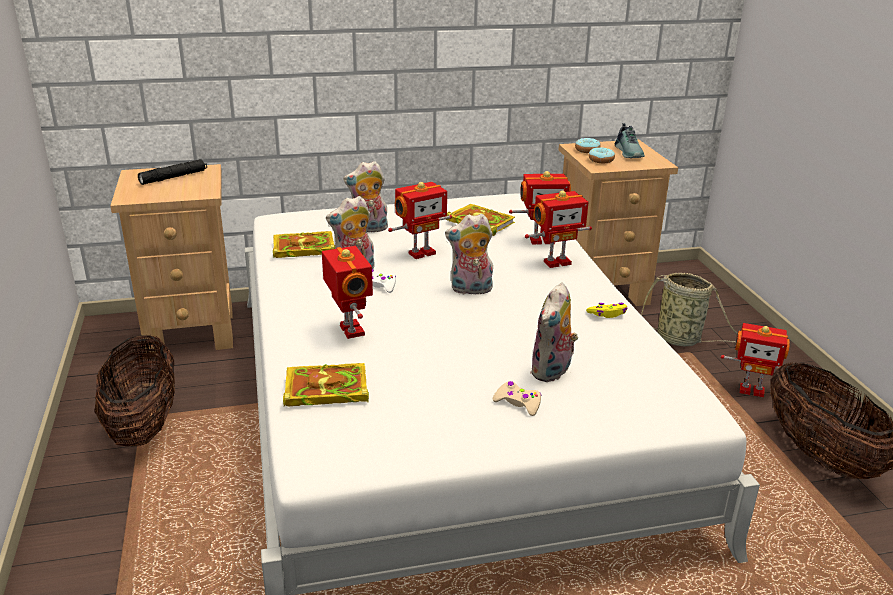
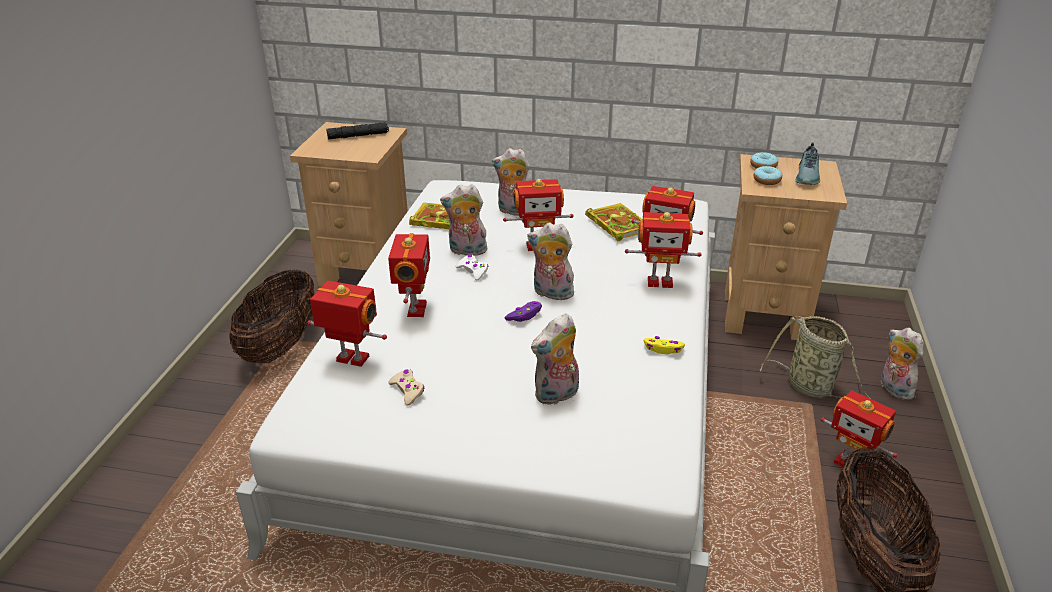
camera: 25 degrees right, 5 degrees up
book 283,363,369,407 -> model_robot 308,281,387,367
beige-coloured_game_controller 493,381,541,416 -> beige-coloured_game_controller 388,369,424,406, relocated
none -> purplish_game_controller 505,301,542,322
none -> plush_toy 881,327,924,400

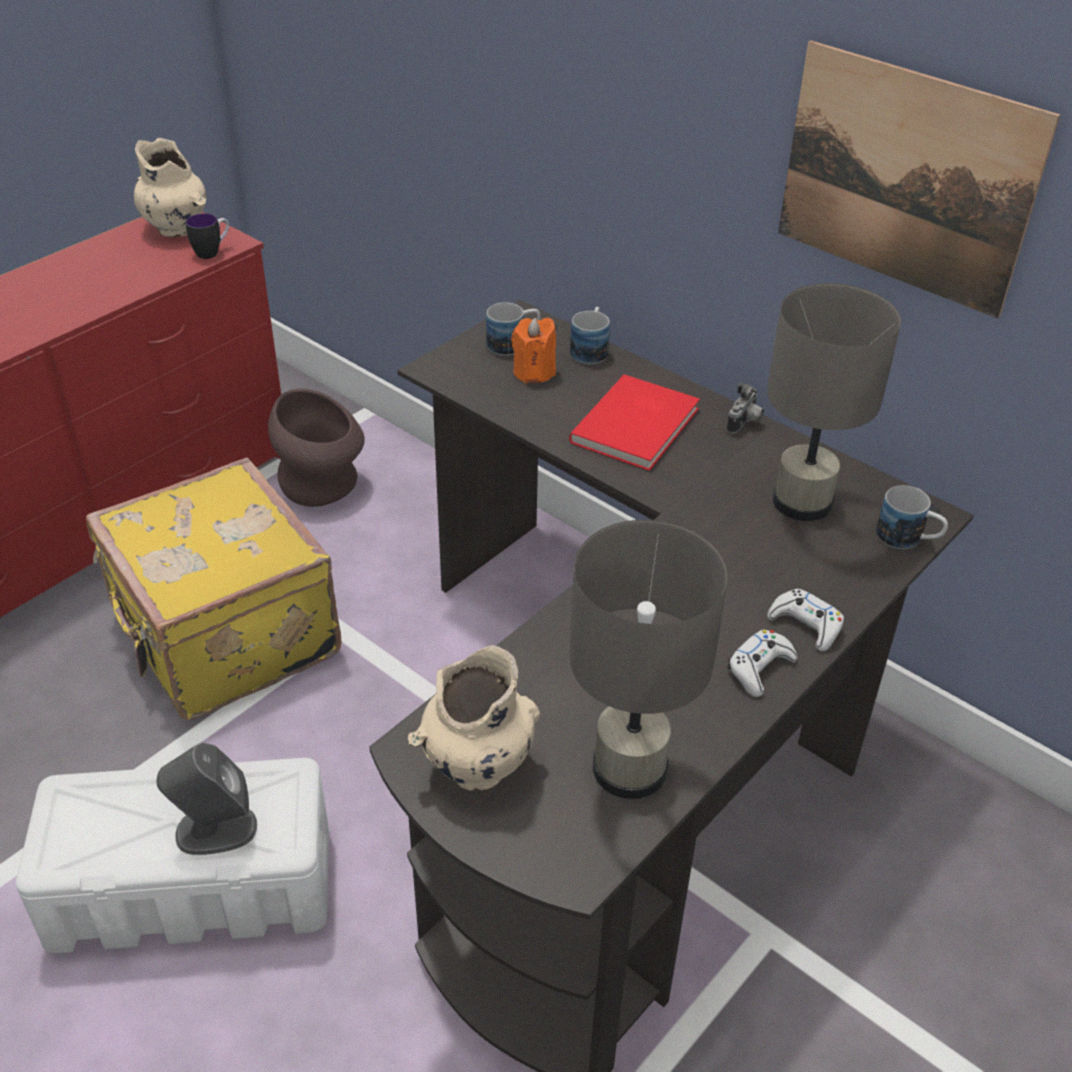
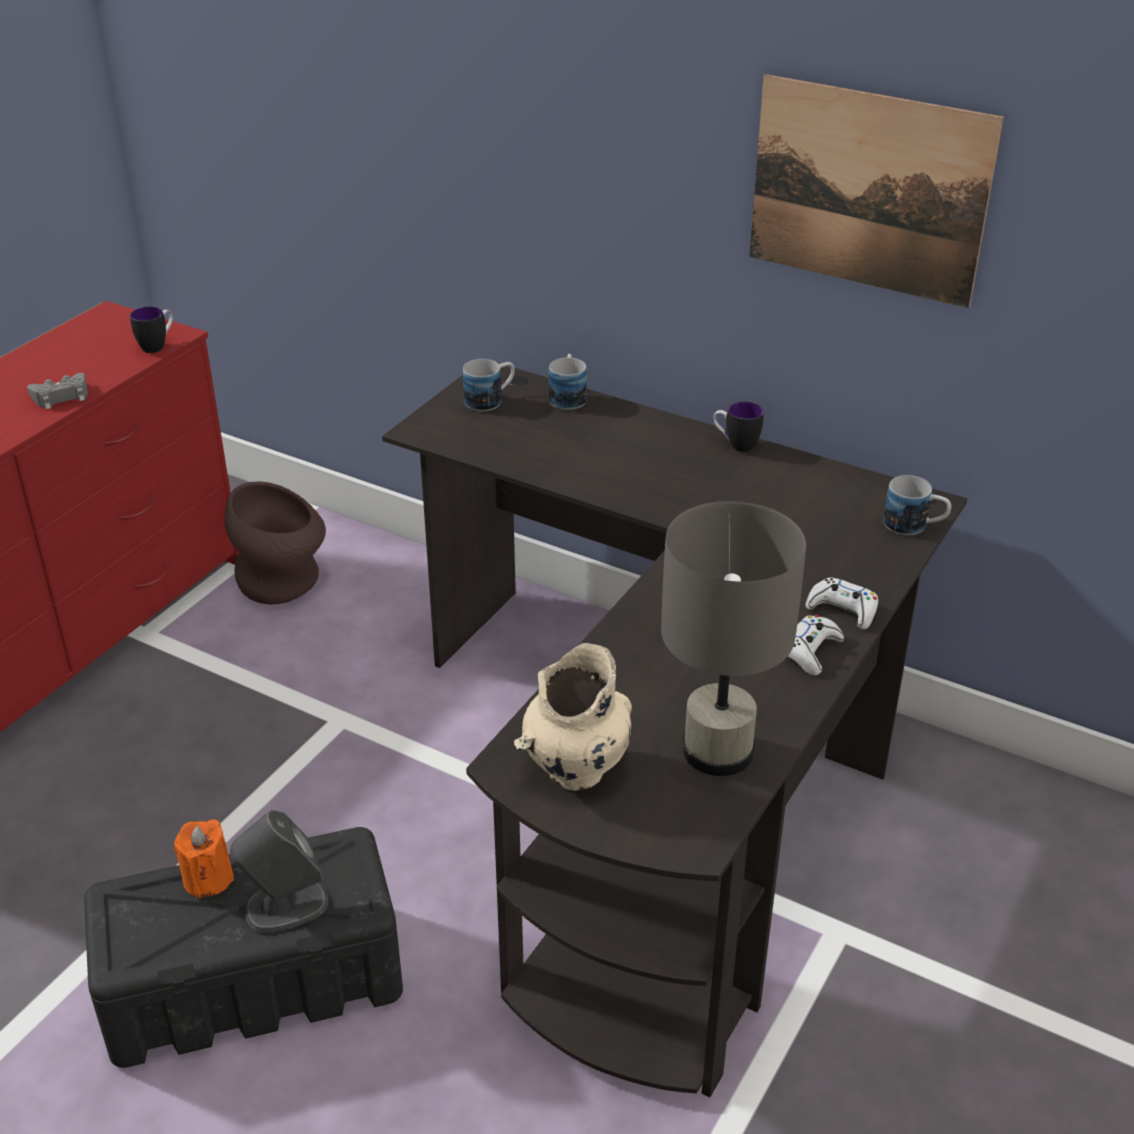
camera: 10 degrees left, 5 degrees down
white_storage_box 16,758,329,954 -> black_storage_box 84,827,403,1068
yellow_travel_case 86,457,342,720 -> none
beige-coloured_flower_vase 134,138,206,238 -> none
orangey_wax_light 511,317,556,383 -> orangey_wax_light 174,819,234,899, relocated
red-coloured_book 569,374,700,471 -> none
still_camera 727,383,764,434 -> coffee_mug 713,402,764,452
greyish_lamp_for_a_table 767,283,901,521 -> none
none -> greyish_game_controller 27,373,88,409

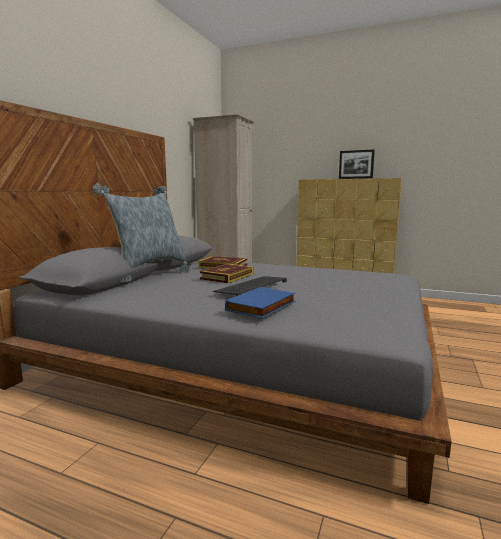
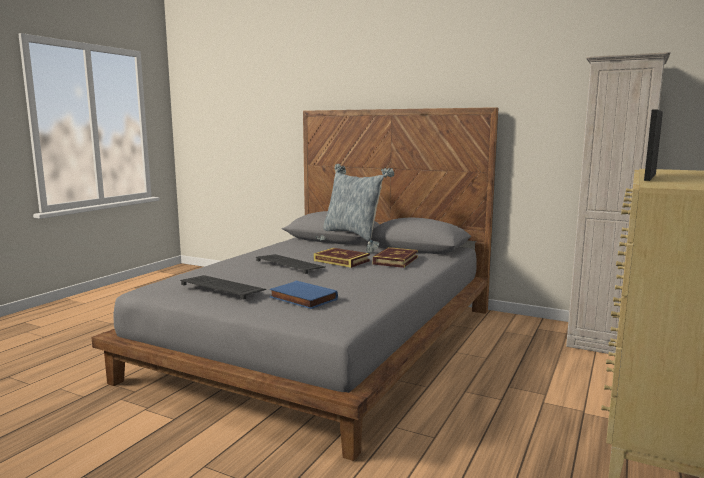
camera: 95 degrees right, 0 degrees up
bluish_book 225,287,295,318 -> bluish_book 269,281,338,309, relocated
none -> PC_keyboard 180,275,266,299

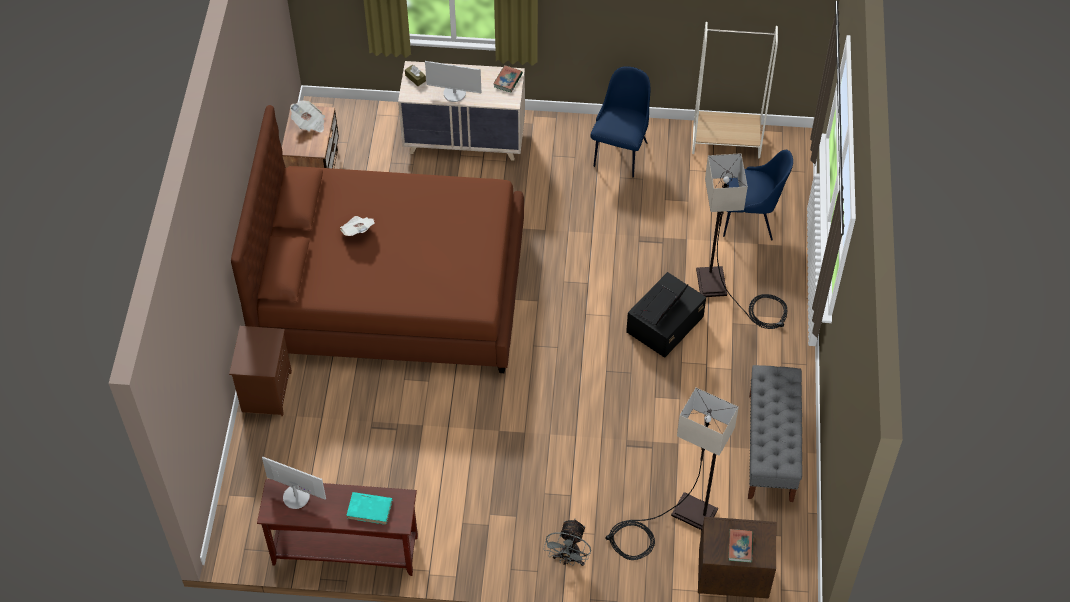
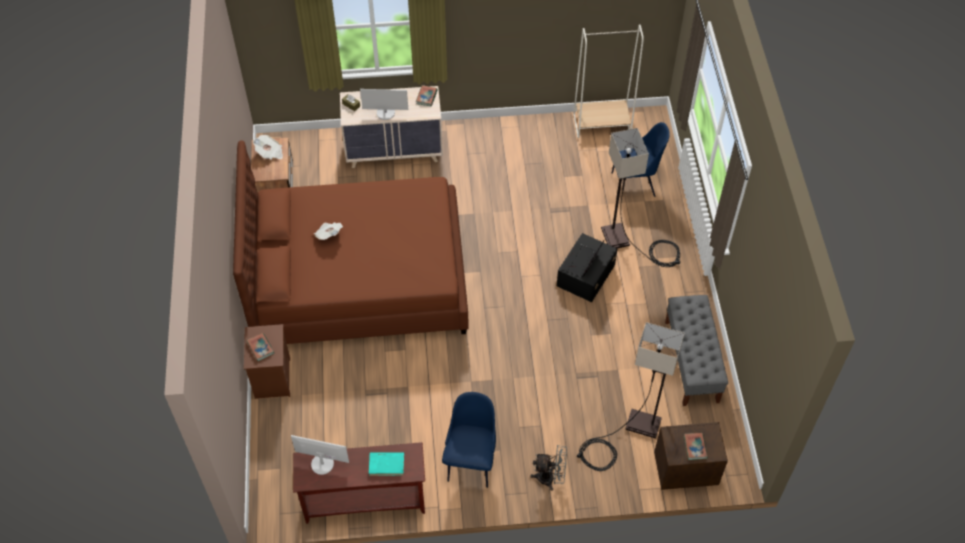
camera: 10 degrees left, 0 degrees up
greyish_cooling_fan 544,519,591,566 -> greyish_cooling_fan 530,445,567,491, 90 degrees counterclockwise
bluish_chair 590,66,650,178 -> bluish_chair 442,392,496,488, relocated
none -> book 247,333,274,361

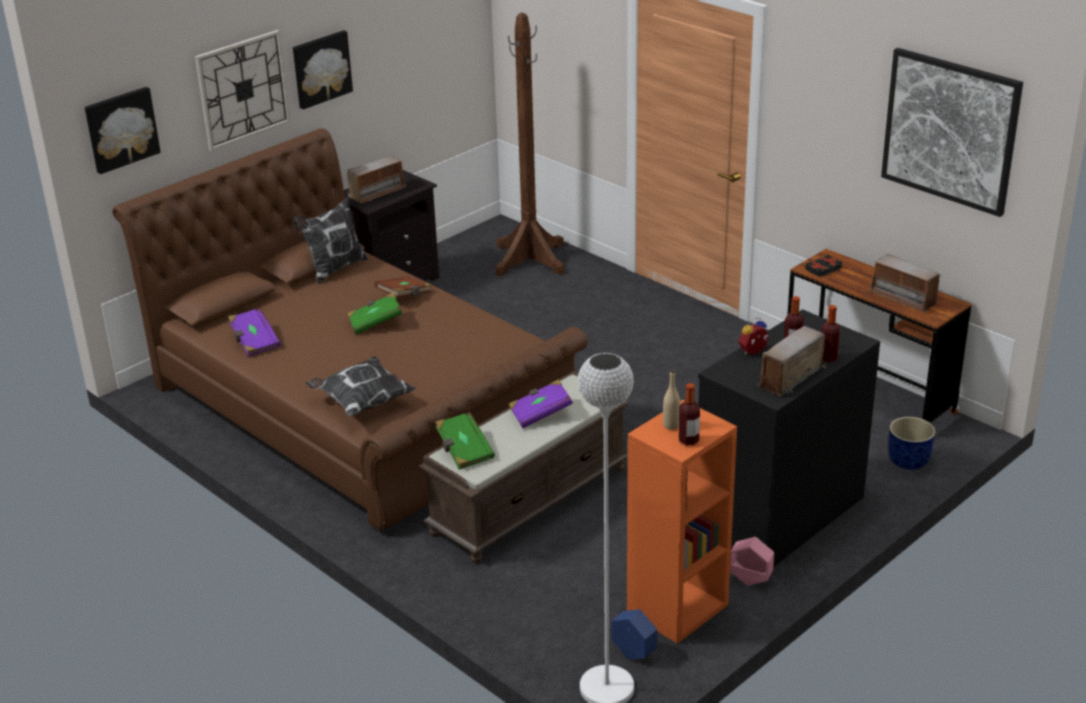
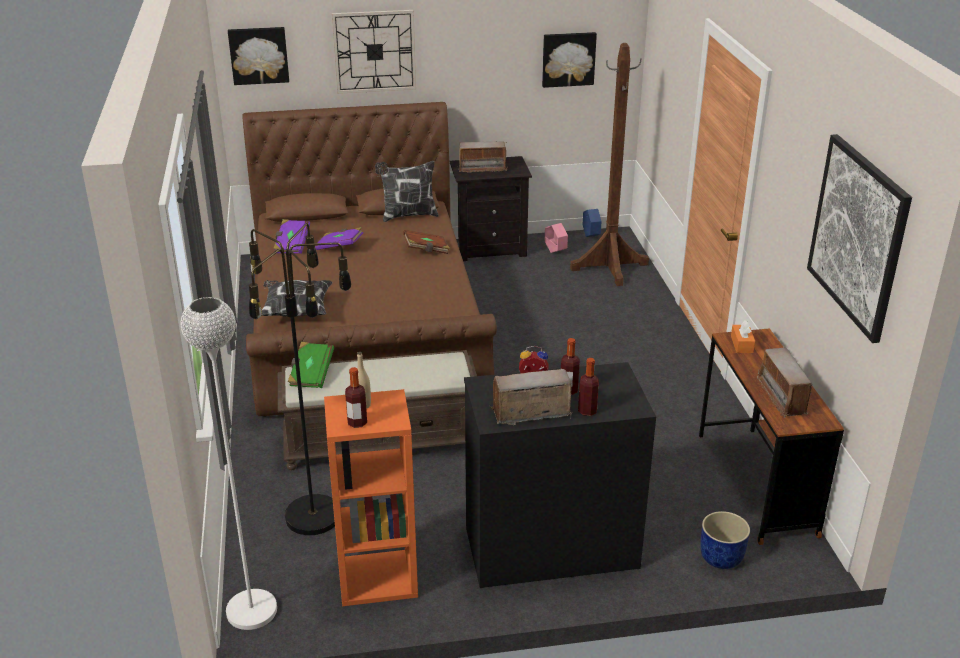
camera: 35 degrees right, 0 degrees up
wall_art 293,30,353,109 -> wall_art 542,32,597,88, relocated
greenish_book 348,292,402,334 -> none
purplish_book 508,379,573,428 -> purplish_book 315,227,363,250, relocated
bluish_flower_pot 611,609,657,659 -> bluish_flower_pot 583,209,602,237, relocated
pinkish_flower_pot 730,537,774,586 -> pinkish_flower_pot 545,223,568,253, relocated
black_book 805,255,842,277 -> orangey_tissue_holder 731,320,755,353
none -> standard_lamp 249,223,351,535

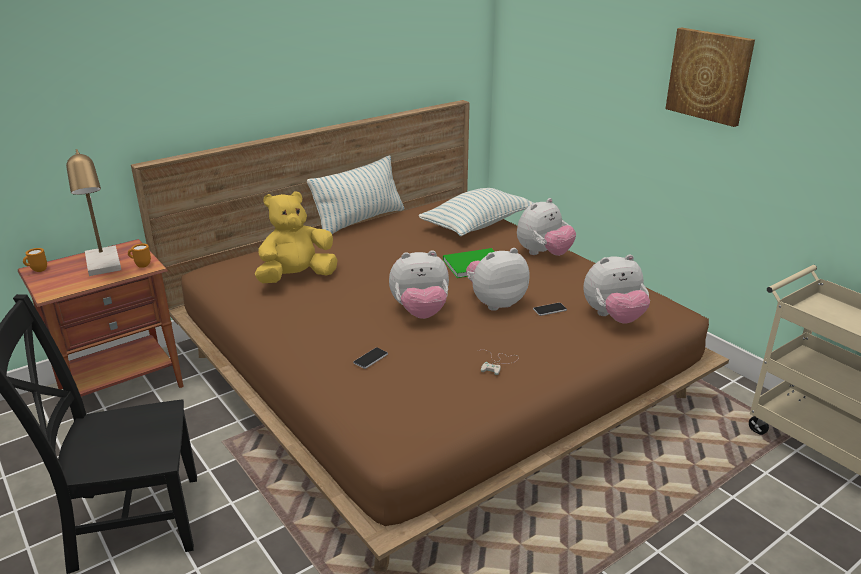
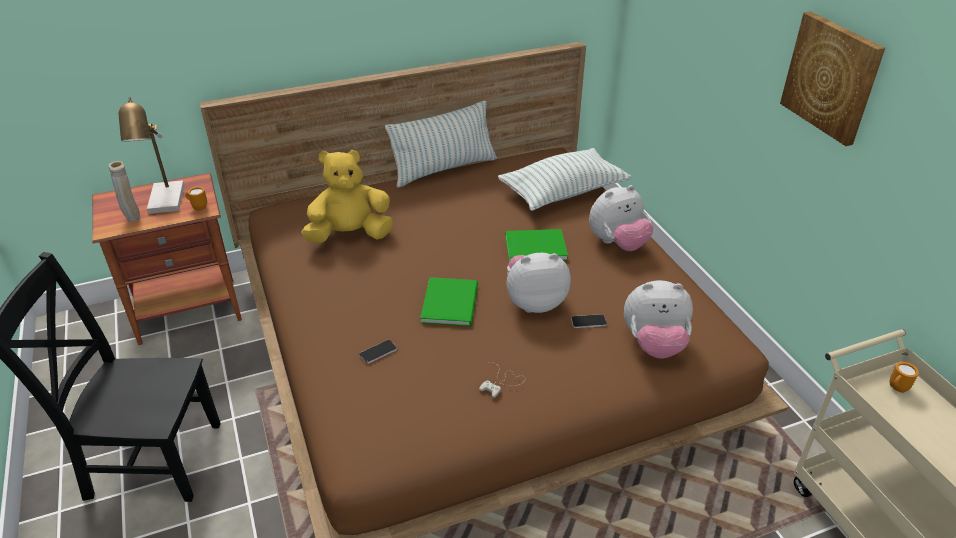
camera: 15 degrees right, 10 degrees up
orangey_coffee_mug 23,248,47,272 -> orangey_coffee_mug 889,362,919,393, relocated
plush_toy 389,250,449,319 -> greenish_book 420,277,478,326
none -> beige-coloured_flower_vase 108,161,140,222

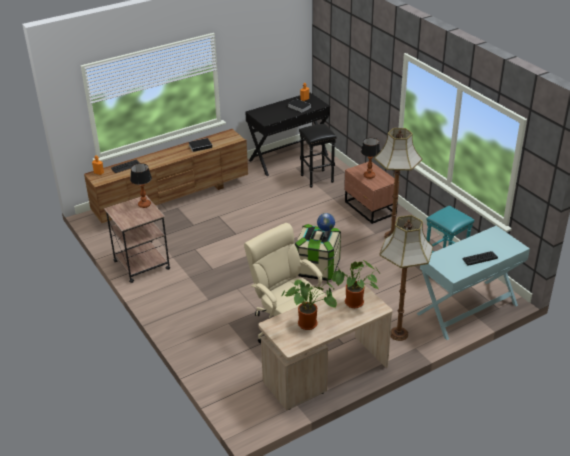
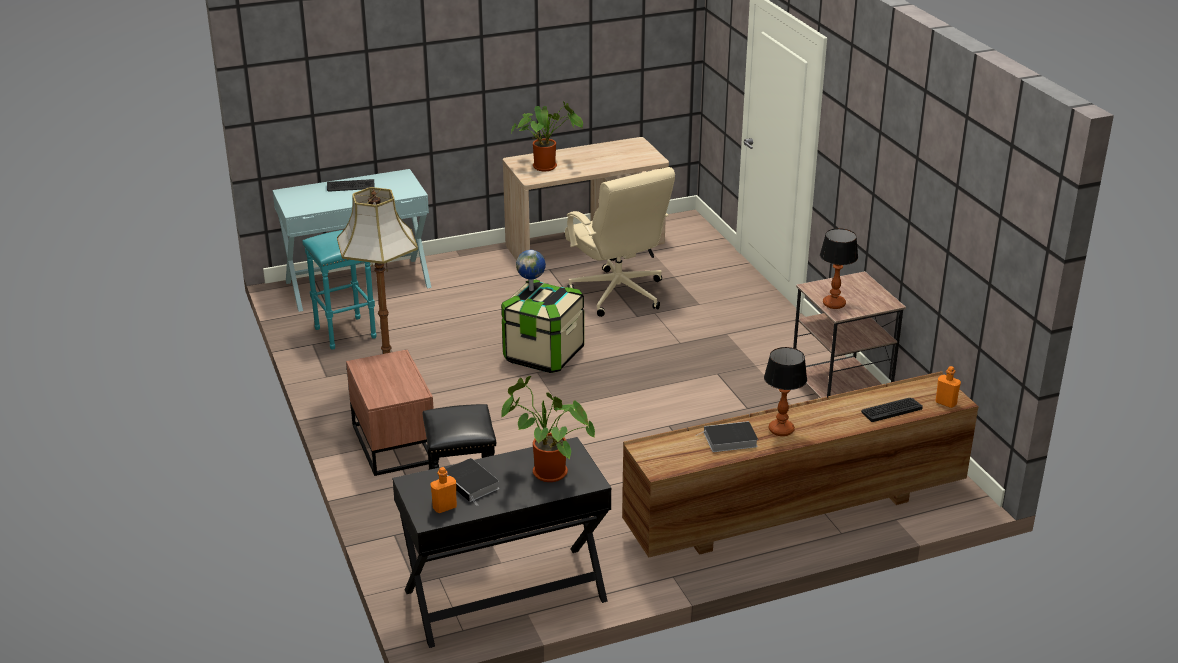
camera: 170 degrees left, 5 degrees down
potted_plant 281,280,337,330 -> potted_plant 501,376,595,482, relocated
lamp_for_a_table 361,138,380,179 -> lamp_for_a_table 764,347,807,436, relocated
standard_lamp 379,215,433,341 -> none

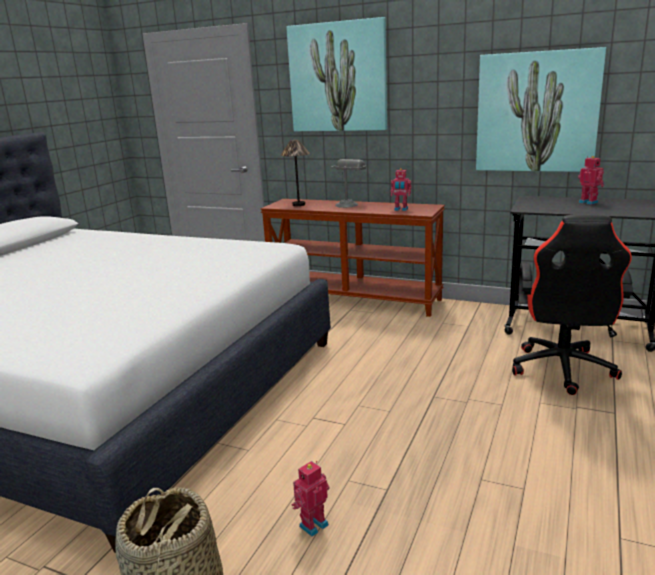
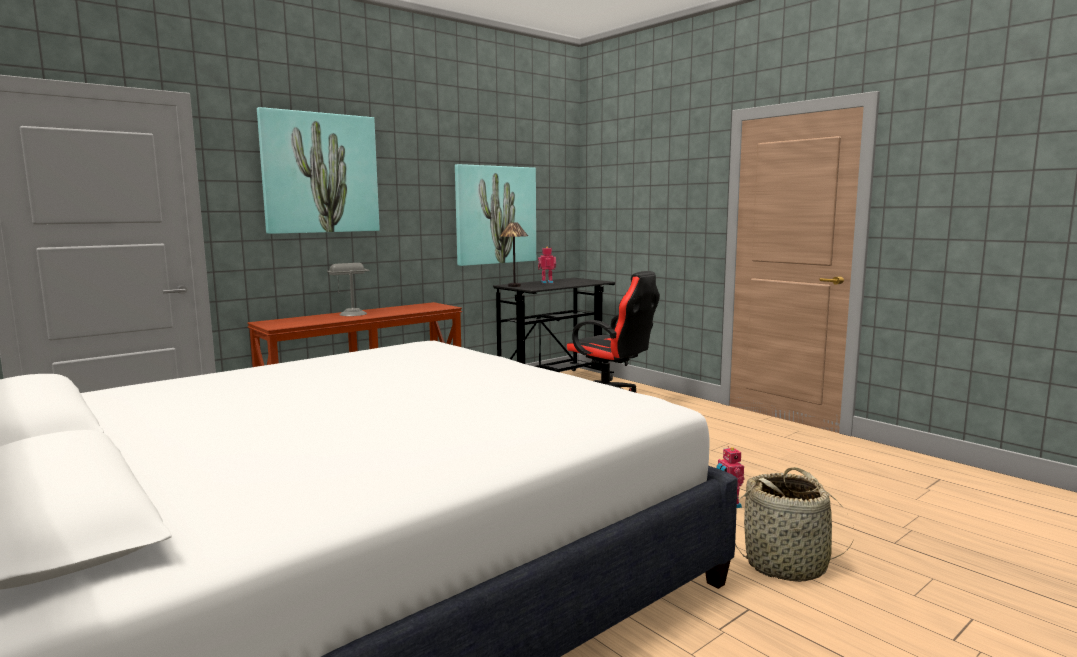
camera: 65 degrees left, 10 degrees down
lamp_for_a_table 281,140,310,206 -> lamp_for_a_table 500,222,528,287, relocated
model_robot 391,168,412,211 -> none

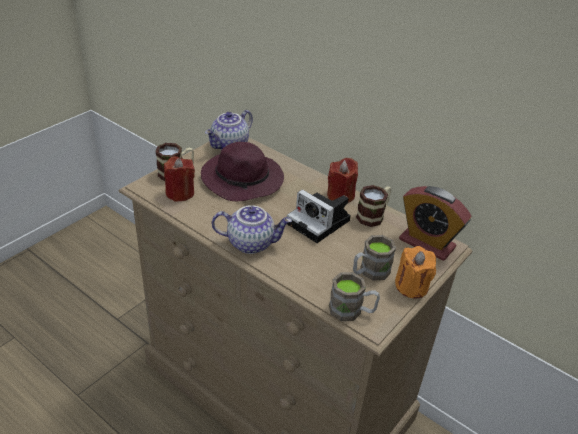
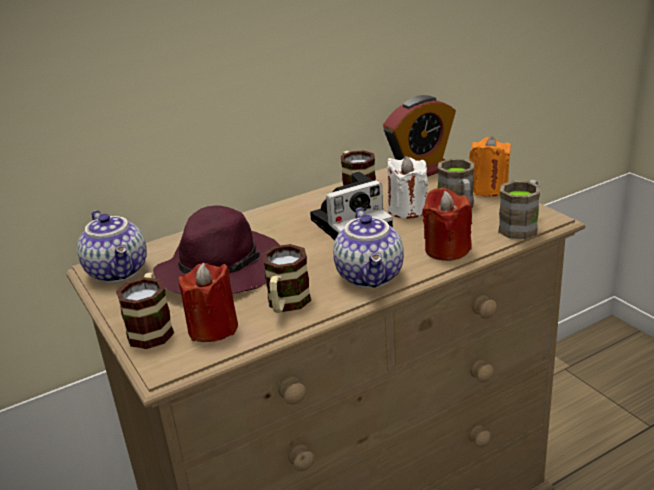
camera: 65 degrees left, 10 degrees down
teapot 212,205,292,254 -> teapot 333,208,404,288, 150 degrees clockwise
red-coloured_wax_light 327,158,358,203 -> red-coloured_wax_light 422,188,472,261, relocated
none -> coffee_mug 262,244,311,313
none -> white_wax_light 387,156,428,219

